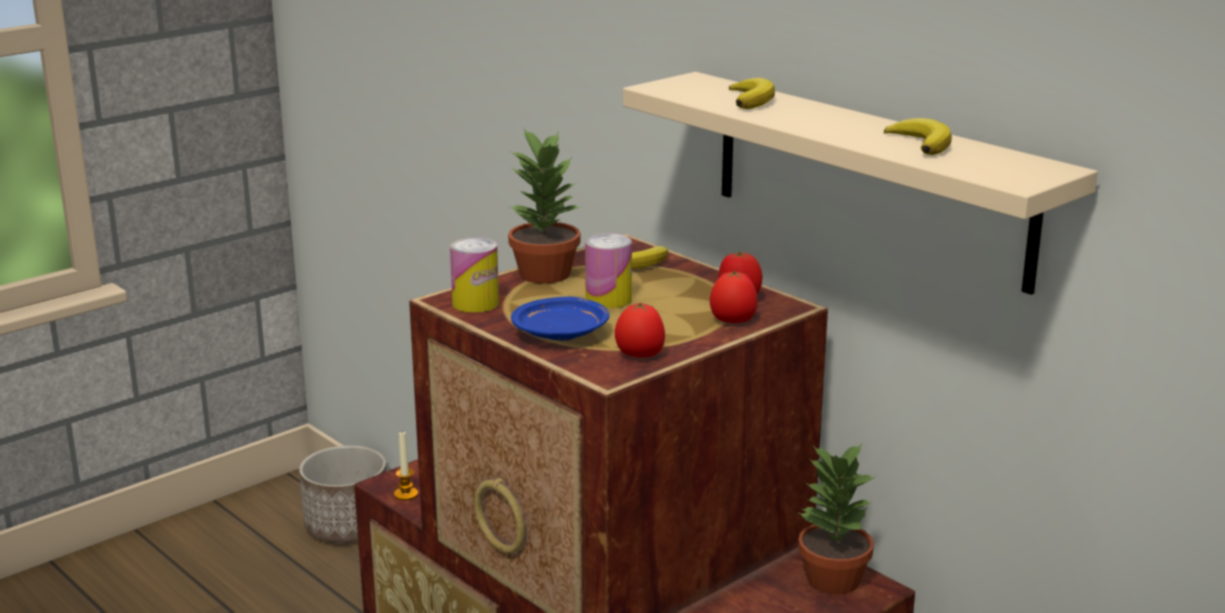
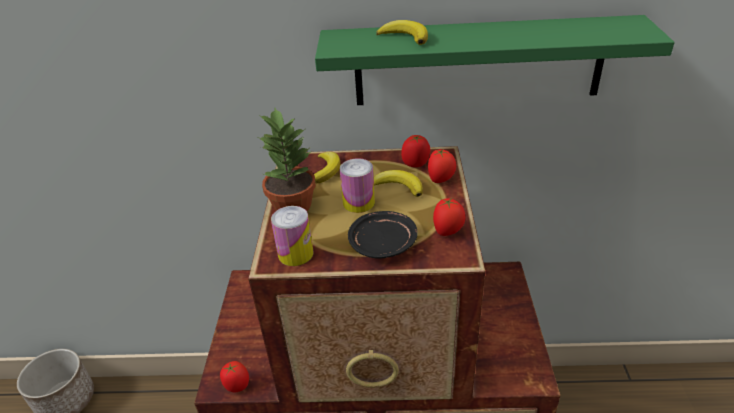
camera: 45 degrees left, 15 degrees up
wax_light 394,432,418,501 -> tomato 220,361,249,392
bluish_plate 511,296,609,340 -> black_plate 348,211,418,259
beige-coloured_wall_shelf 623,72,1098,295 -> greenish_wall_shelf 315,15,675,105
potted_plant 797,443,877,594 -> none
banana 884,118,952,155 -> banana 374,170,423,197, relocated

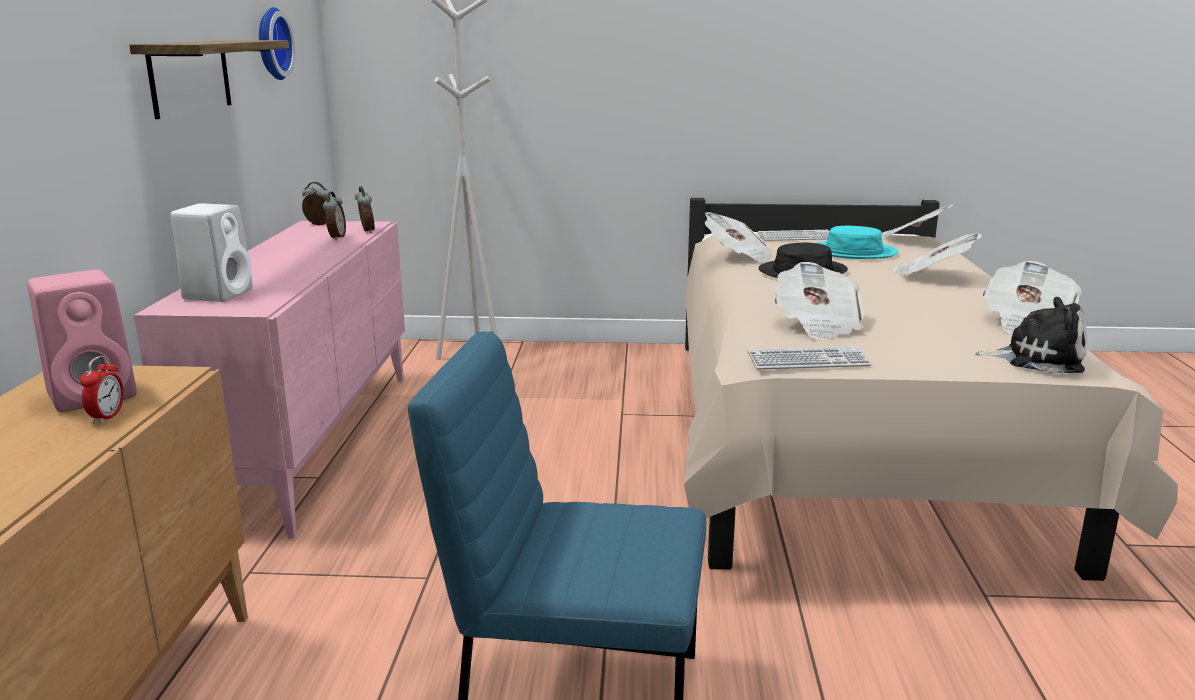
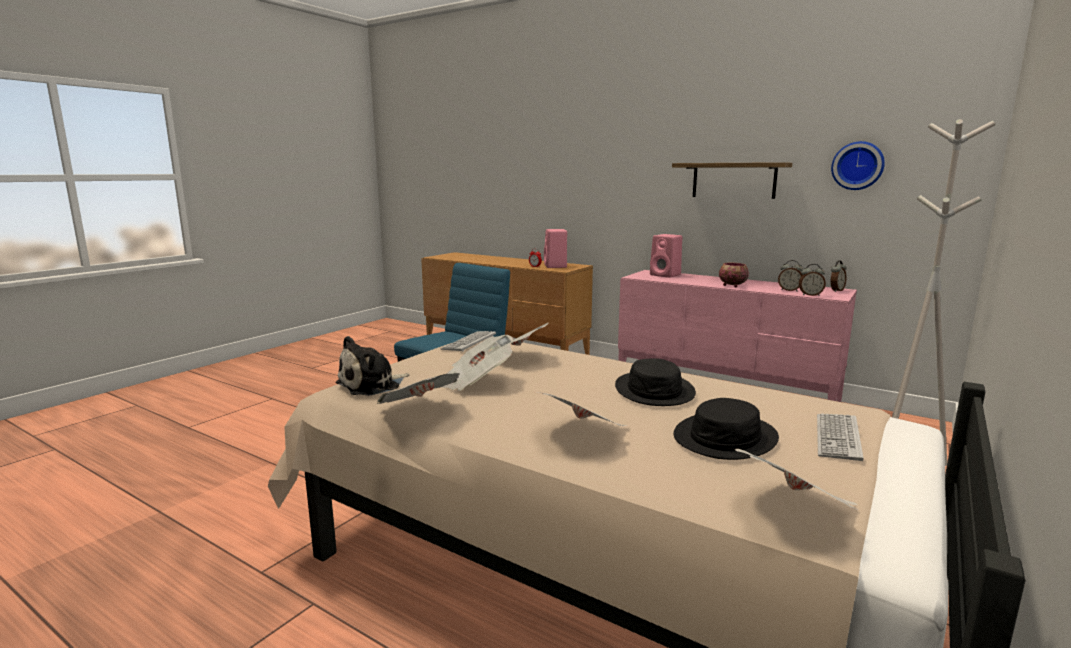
camera: 120 degrees right, 5 degrees down
white_speaker 171,203,253,302 -> pinkish_speaker 650,234,682,278
printed_paper 705,212,772,263 -> printed_paper 442,335,514,391, relocated
blue-green_wearable_hat 818,226,898,259 -> black_wearable_hat 674,398,779,460
none -> deep_dish 719,263,749,287

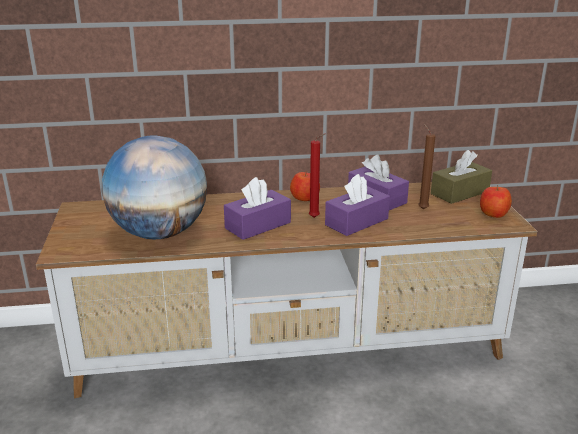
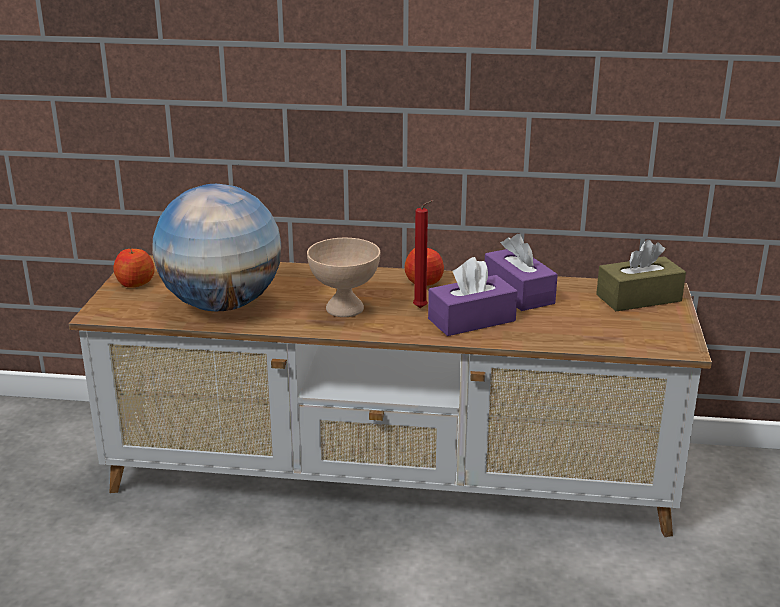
camera: 15 degrees right, 0 degrees up
purplish_tissue_holder 224,177,291,240 -> beige-coloured_deep_dish 307,238,380,317
brown_wax_light 418,124,435,209 -> none
whole_apple 480,185,512,218 -> whole_apple 114,246,155,288, relocated

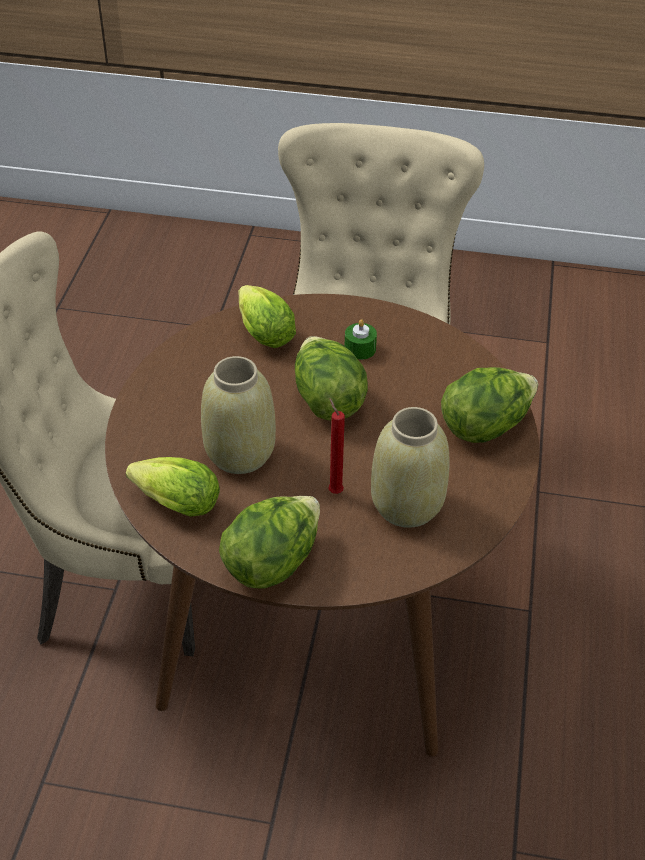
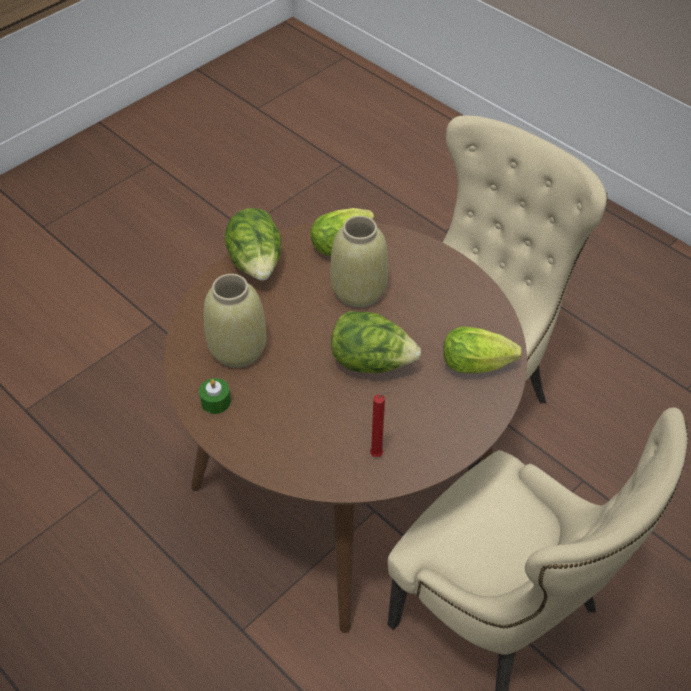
camera: 125 degrees right, 5 degrees up
red-coloured_wax_light 328,399,345,494 -> red-coloured_wax_light 370,391,391,457, relocated
greenish_wax_light 345,319,377,360 -> greenish_wax_light 199,378,231,414, relocated
head_of_lettuce 441,367,538,443 -> none

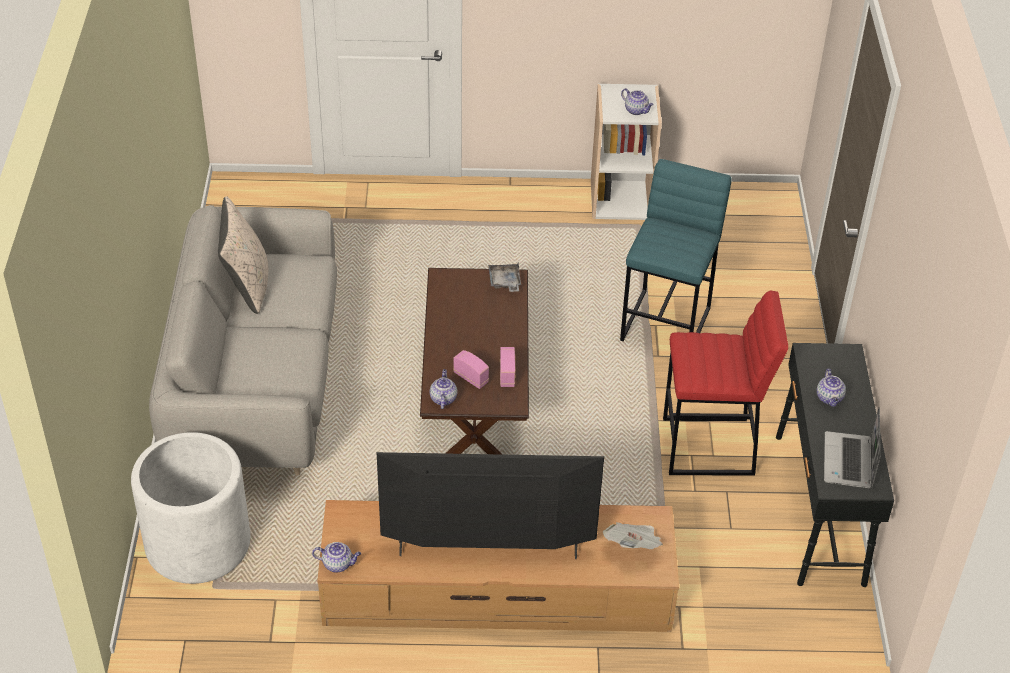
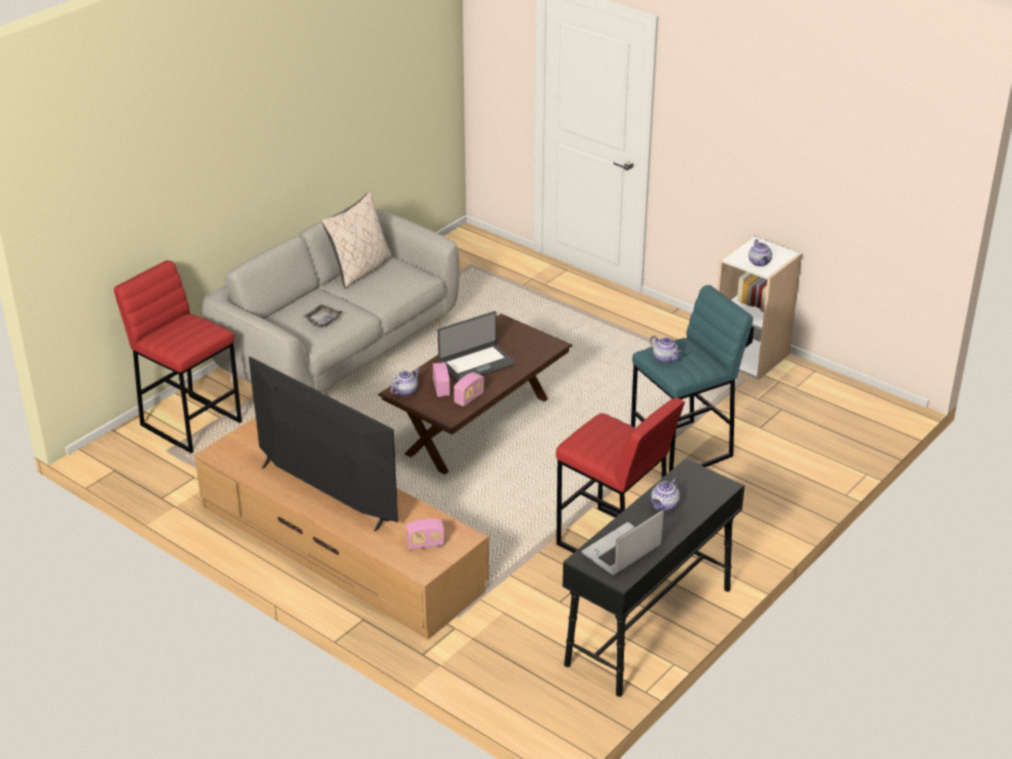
camera: 40 degrees right, 10 degrees down
white_flower_pot 131,432,250,584 -> red-coloured_stool_seat 114,260,242,453
teapot 312,542,361,572 -> teapot 650,336,683,363, relocated
greyish_tray 488,263,521,292 -> greyish_tray 303,304,342,328, relocated
printed_paper 603,522,663,549 -> radio_set 407,519,445,550
none -> laptop 438,311,516,382

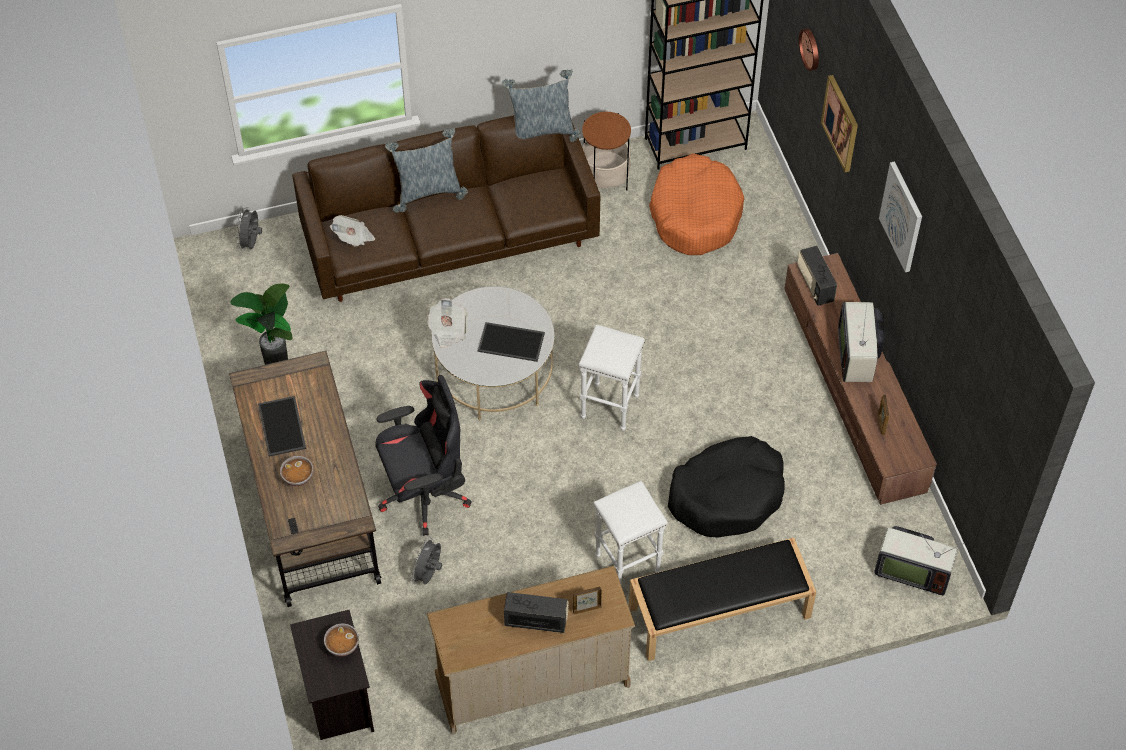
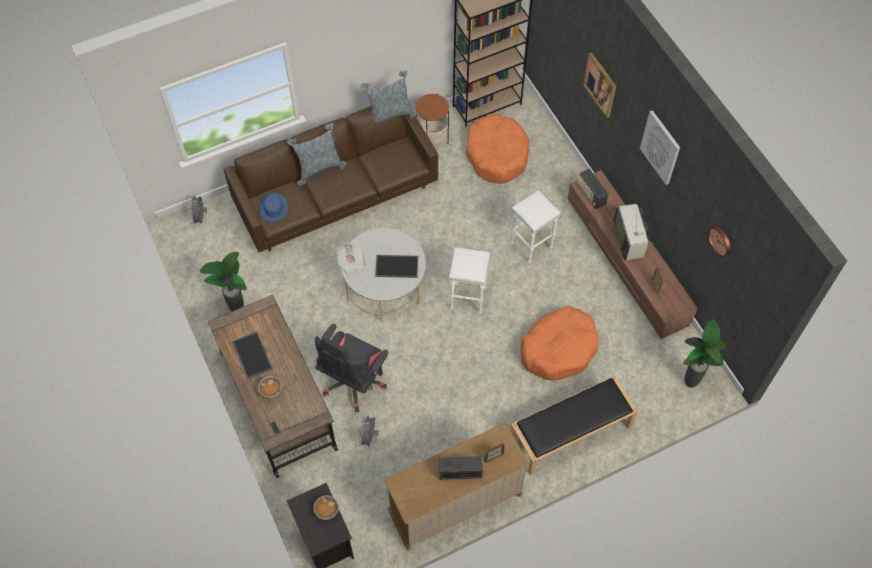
camera: 10 degrees left, 5 degrees up
printed_paper 330,215,375,247 -> bluish_wearable_hat 259,193,288,222
black_office_chair 376,375,472,536 -> black_office_chair 315,324,388,412, 150 degrees clockwise
white_stool_seat 593,481,668,584 -> white_stool_seat 510,190,561,263, relocated
black_pet_bed 668,436,785,538 -> orangey_pet_bed 520,306,599,381
wall_clock 799,29,819,71 -> wall_clock 708,226,731,257, relocated
TV 874,526,964,595 -> potted_plant 683,320,727,388

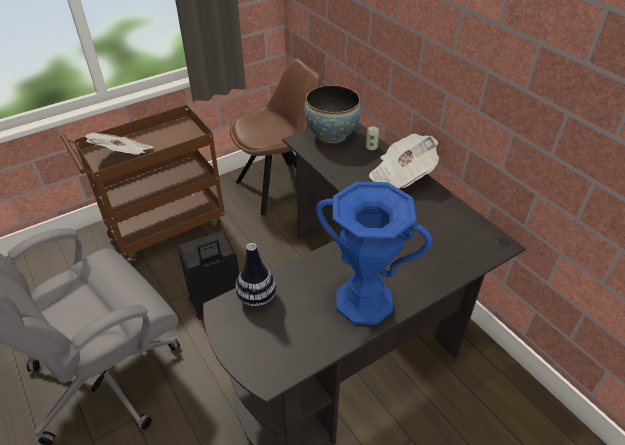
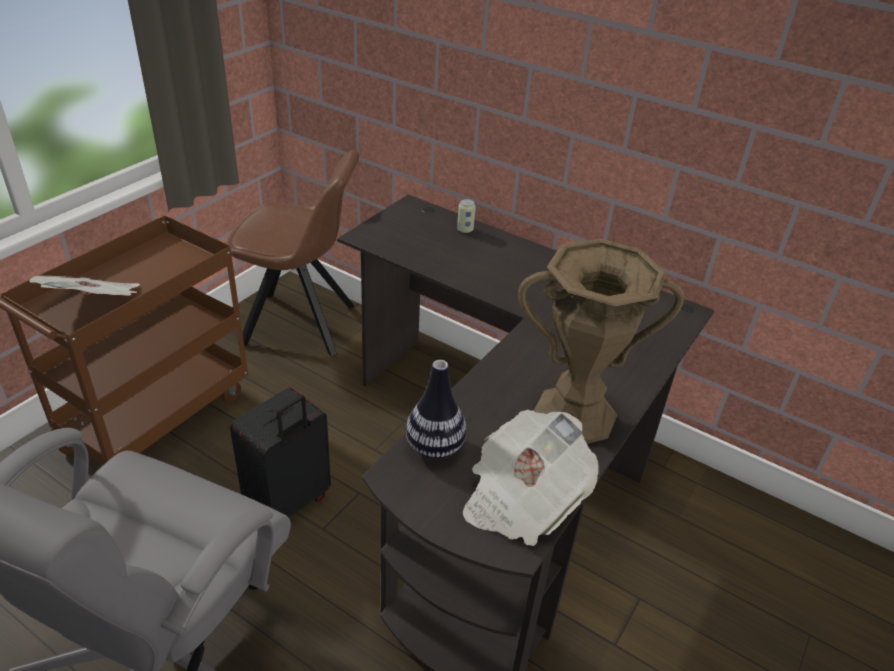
camera: 25 degrees left, 5 degrees down
brown_chair 230,58,322,215 -> brown_chair 226,150,359,357, 60 degrees clockwise
deep_dish 304,85,361,143 -> none
bluish_flower_vase 316,182,432,325 -> brown_flower_vase 518,238,685,444
printed_paper 369,134,439,189 -> printed_paper 463,410,599,546, relocated

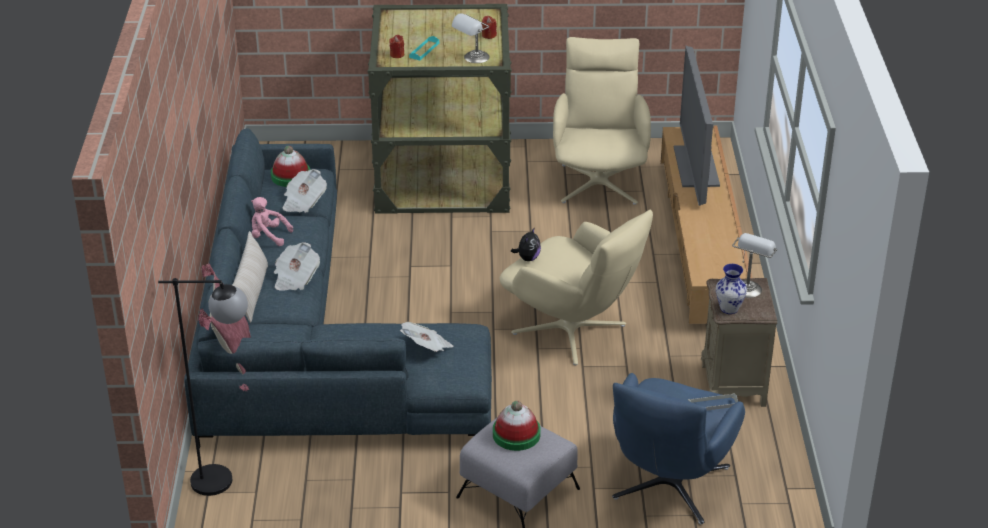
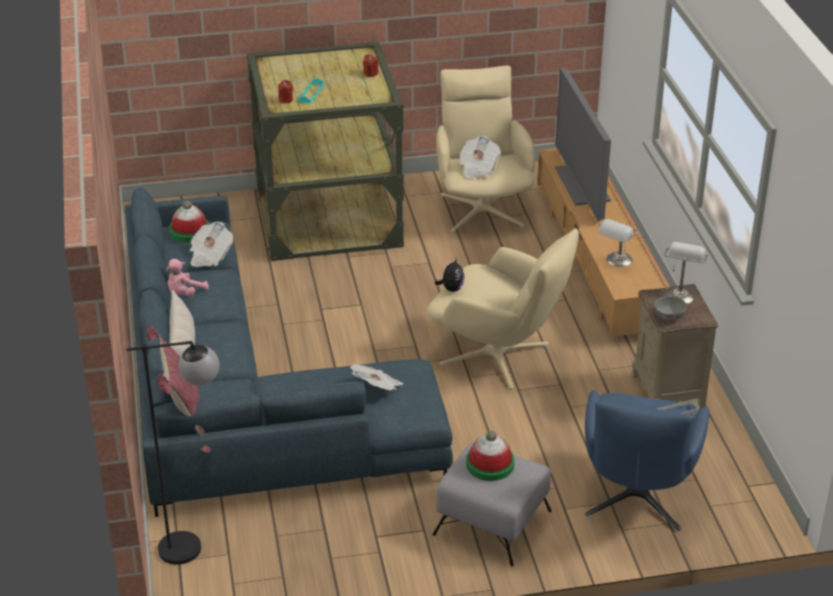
camera: 10 degrees left, 0 degrees up
pinkish_plush_toy 251,197,293,246 -> pinkish_plush_toy 166,259,209,296, 60 degrees counterclockwise
printed_paper 274,242,320,291 -> printed_paper 459,136,501,178, relocated
white_lamp_for_a_table 452,13,490,63 -> white_lamp_for_a_table 599,218,639,267, relocated
flower_vase 716,264,747,314 -> greyish_deep_dish 654,296,687,321

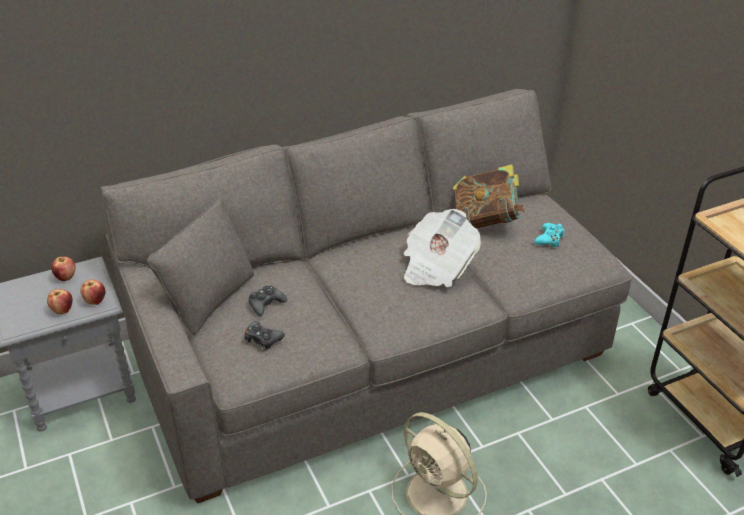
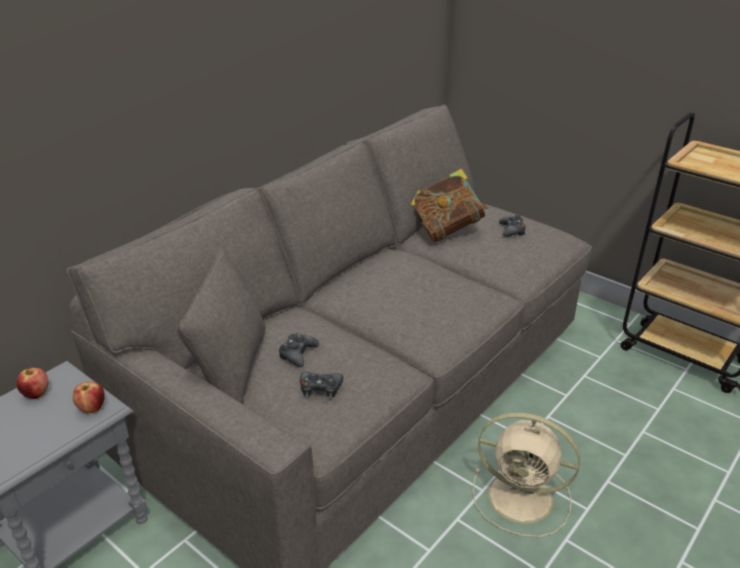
camera: 25 degrees left, 5 degrees down
whole_apple 47,289,73,314 -> none
printed_paper 404,209,481,287 -> none
blue-green_game_controller 534,223,564,247 -> black_game_controller 499,214,526,237

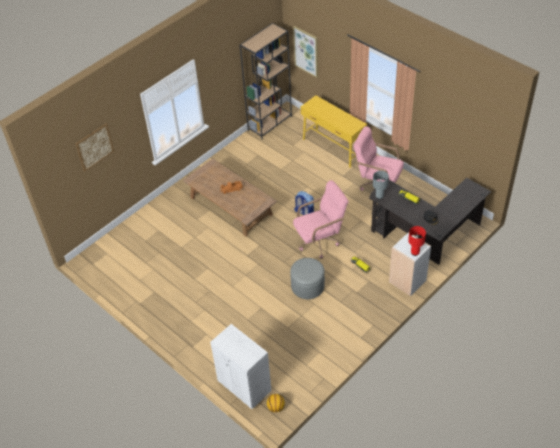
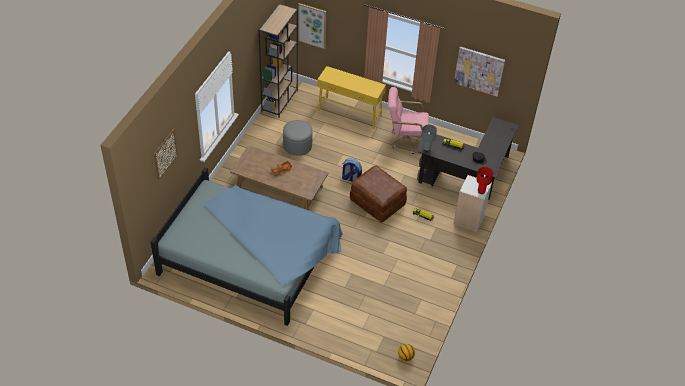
camera: 25 degrees left, 0 degrees up
white_cupboard 210,324,272,409 -> none
greyish_pouffe 290,258,325,299 -> greyish_pouffe 283,120,313,156, relocated
pinkish_office_chair 293,180,348,259 -> brown_pouffe 350,165,407,223
none -> bluish_sleeping_bed 150,167,343,326
none -> wall_art 454,47,505,96

